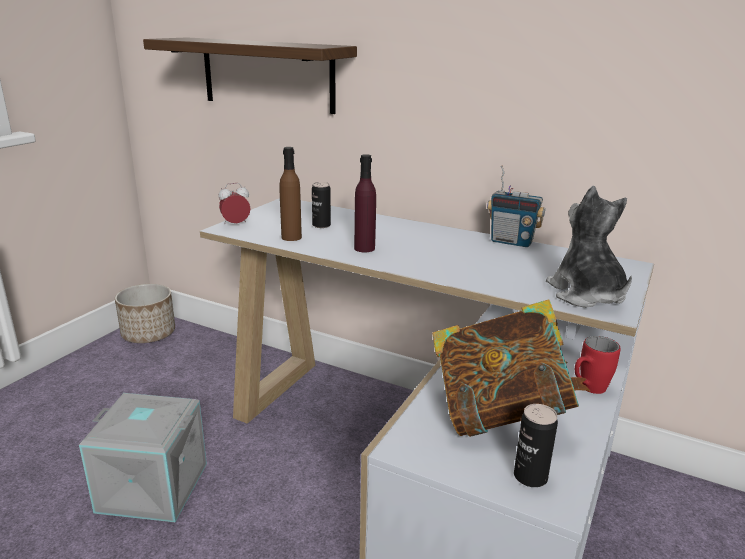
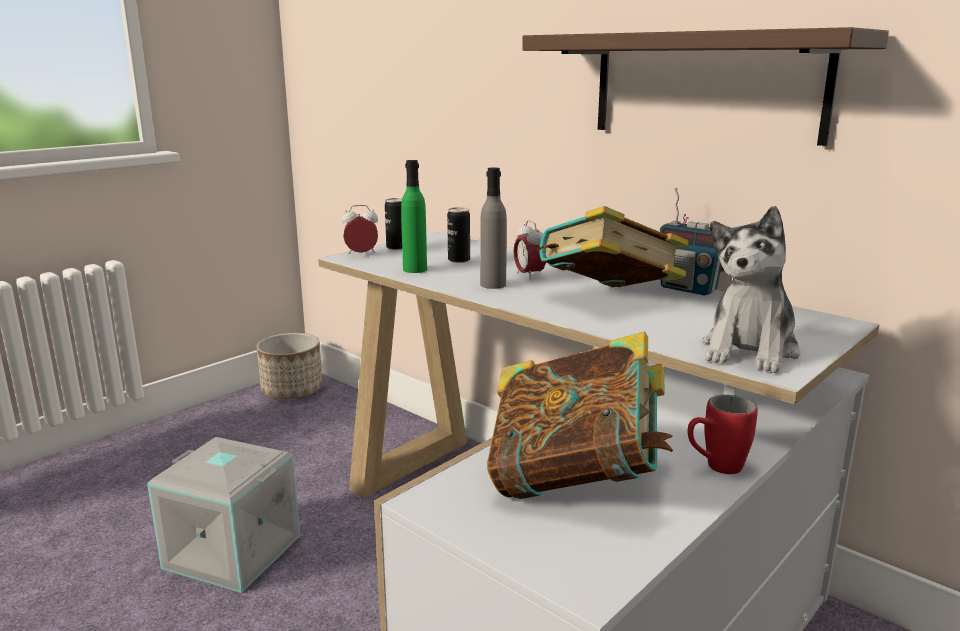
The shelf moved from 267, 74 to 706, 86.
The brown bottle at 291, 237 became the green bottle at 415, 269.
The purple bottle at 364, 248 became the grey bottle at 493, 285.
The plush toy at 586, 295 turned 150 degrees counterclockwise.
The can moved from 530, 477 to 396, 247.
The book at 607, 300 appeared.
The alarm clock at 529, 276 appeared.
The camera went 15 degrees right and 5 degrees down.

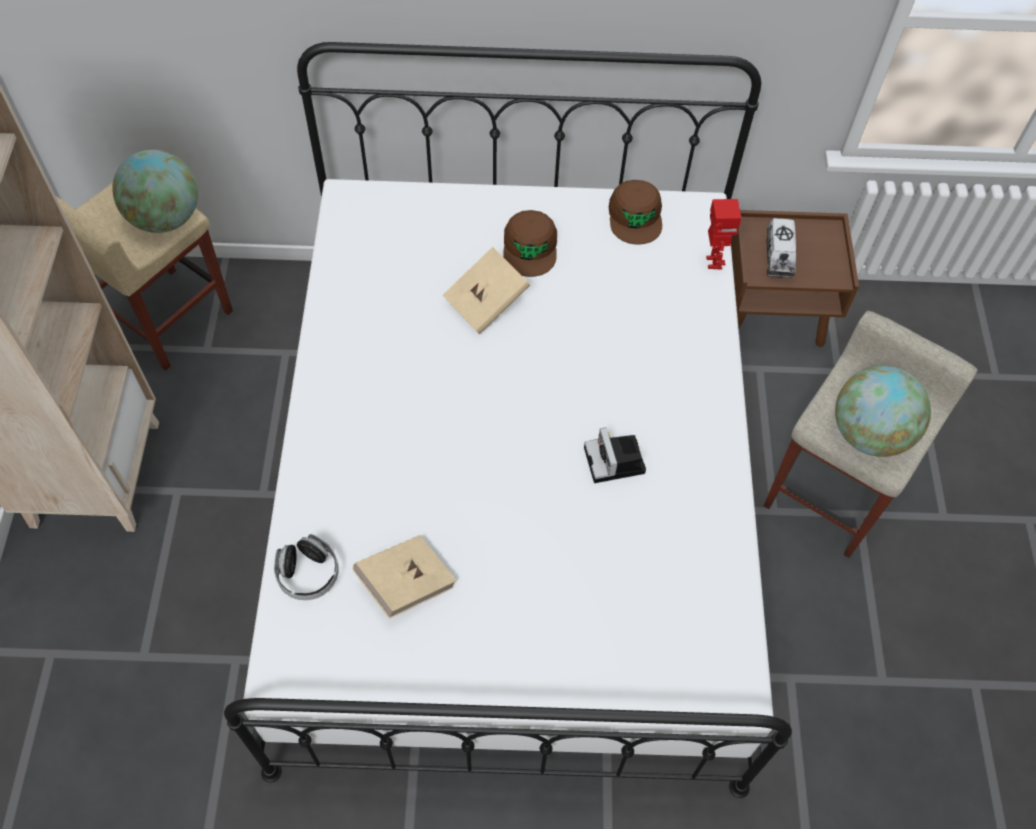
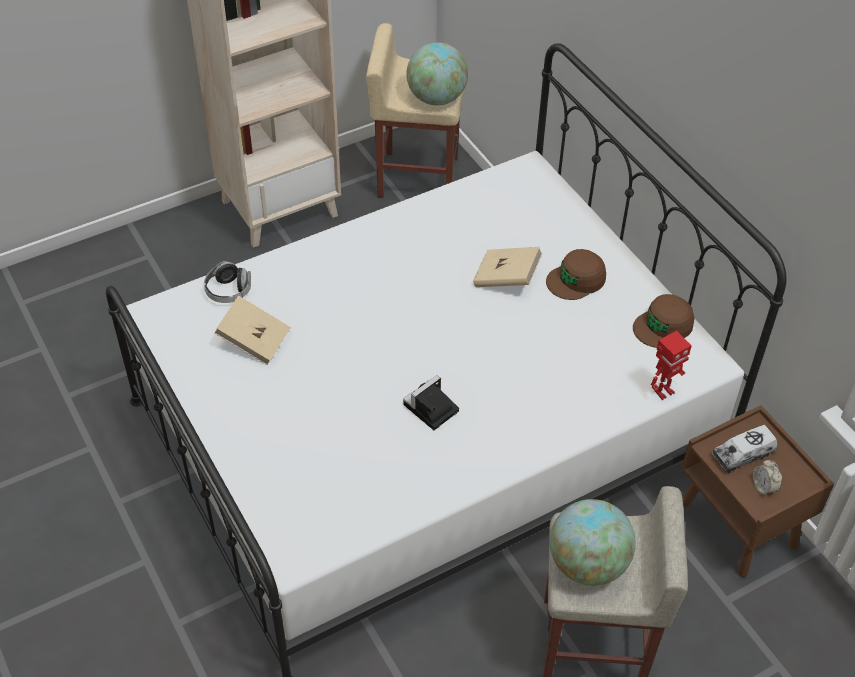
The alarm clock at 764, 487 appeared.
The camera went 60 degrees right and 10 degrees down.

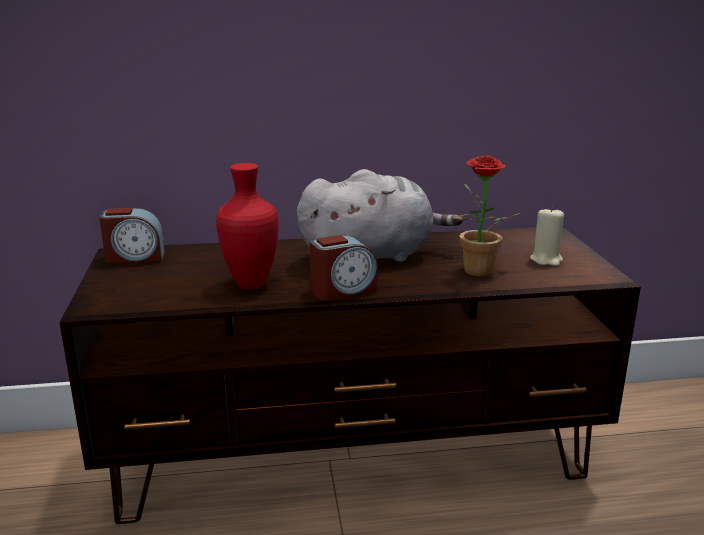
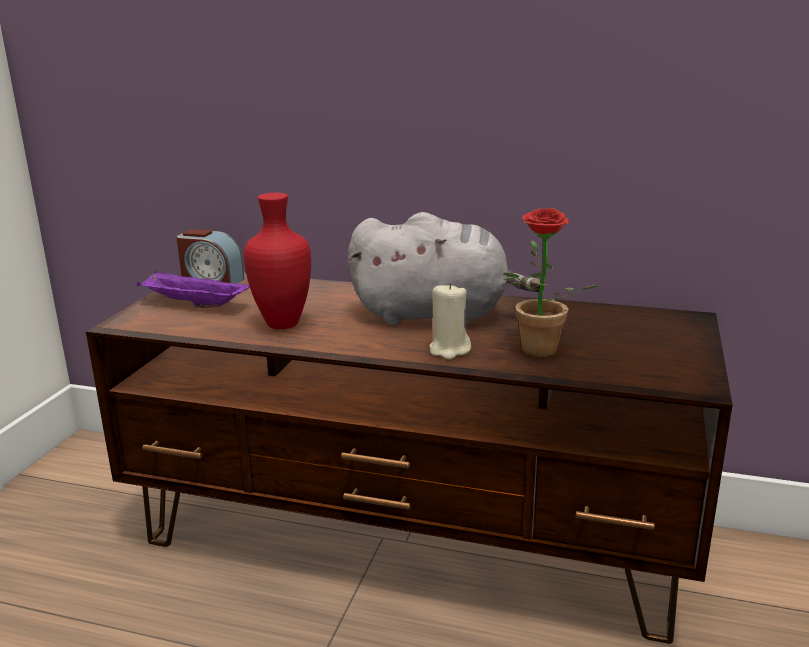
The beige candle moved from 546, 260 to 449, 350.
The alarm clock at 343, 290 disappeared.
The purple tray at 193, 305 appeared.
The camera went 25 degrees right and 0 degrees up.

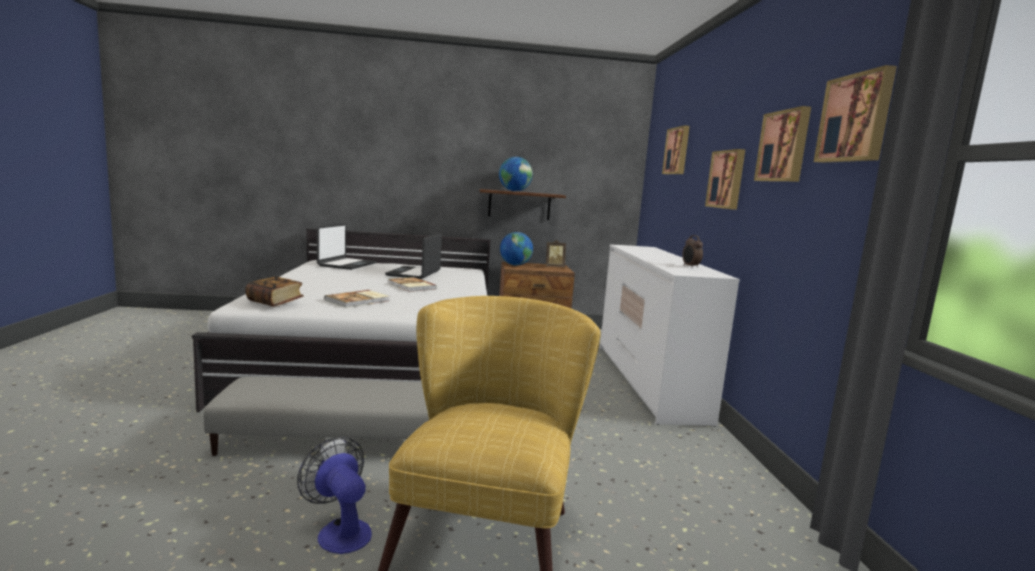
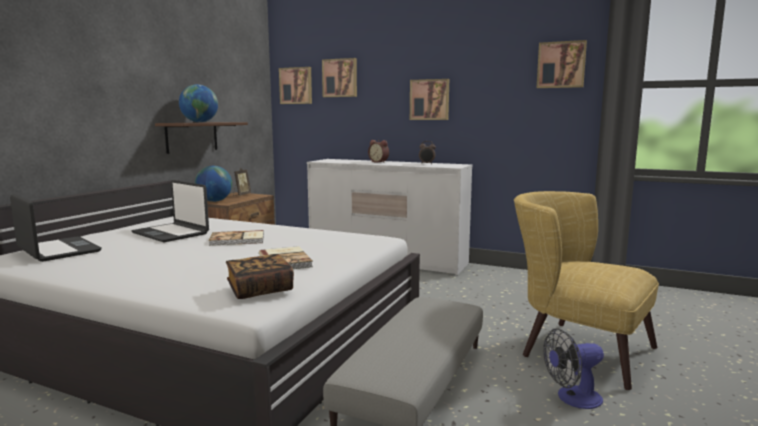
The picture moved from 784, 146 to 296, 86.
The alarm clock at 379, 162 appeared.
The camera went 60 degrees left and 0 degrees up.

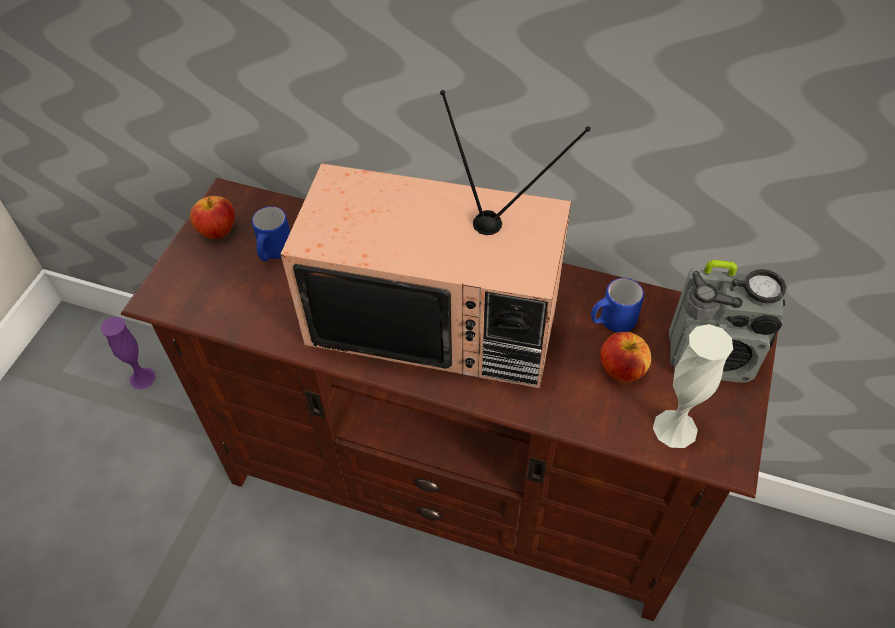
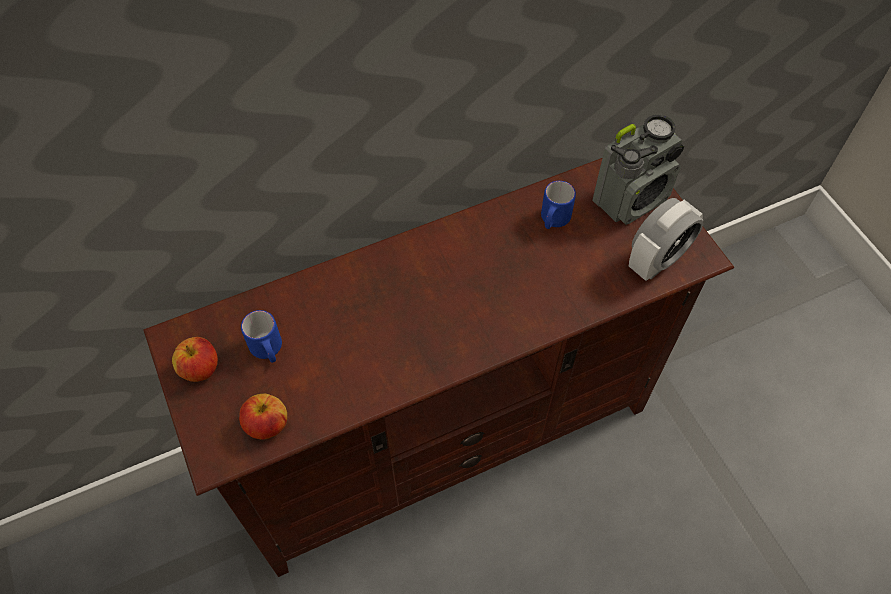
The television at 438, 317 disappeared.
The purple vase at 142, 378 disappeared.
The white vase at 675, 428 was replaced by the alarm clock at 657, 260.
The apple moved from 621, 369 to 267, 425.
The camera went 45 degrees left and 5 degrees up.

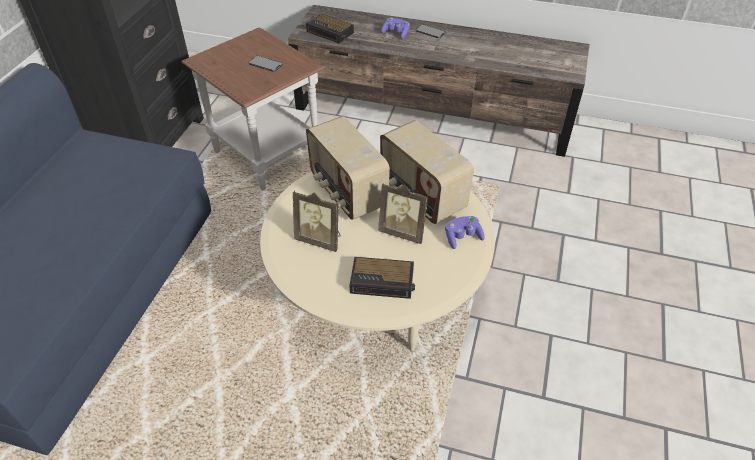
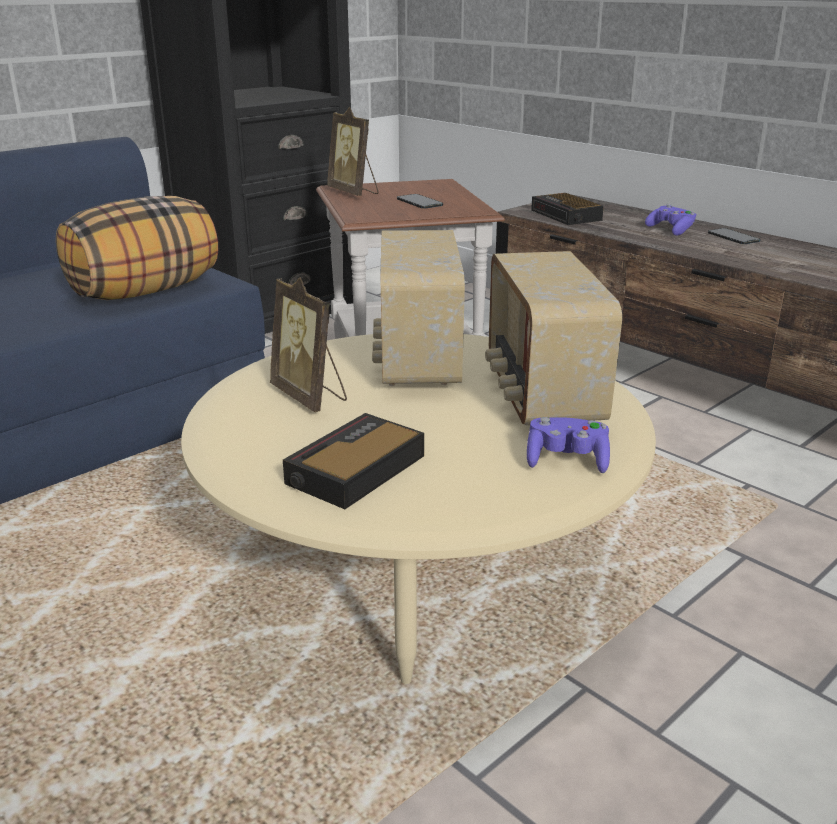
The picture frame moved from 403, 232 to 354, 192.
The alarm clock at 383, 281 turned 90 degrees clockwise.
The pillow at 145, 291 appeared.
The camera went 30 degrees right and 20 degrees down.

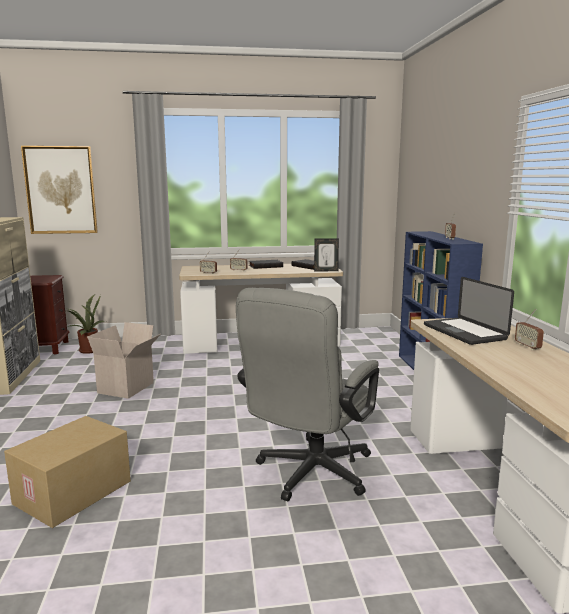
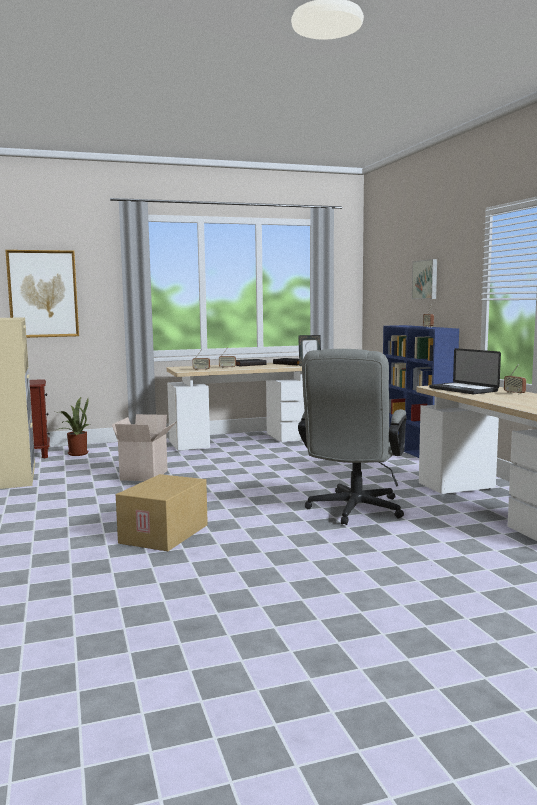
The picture at 426, 279 appeared.
The camera went 10 degrees left and 5 degrees down.

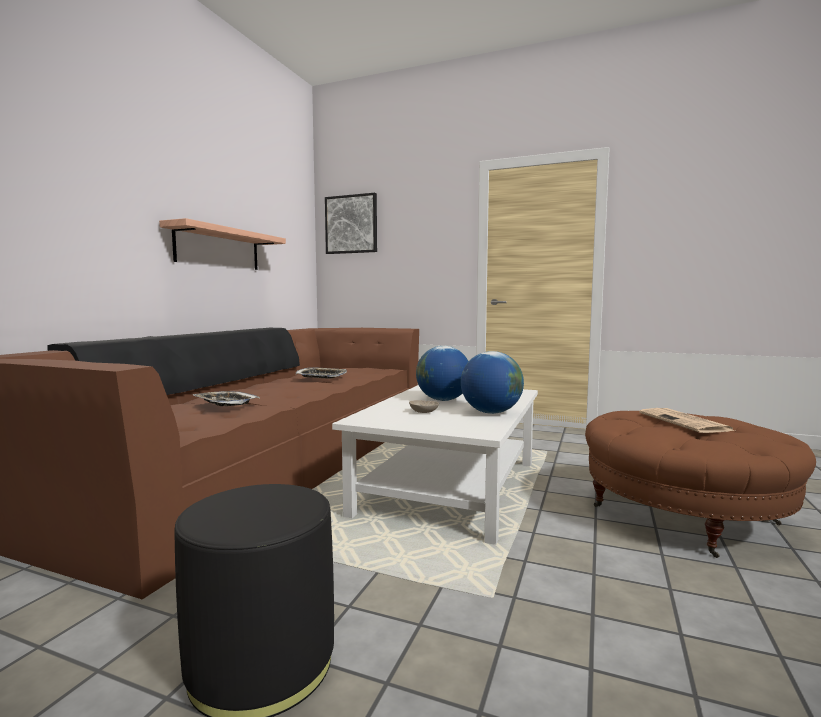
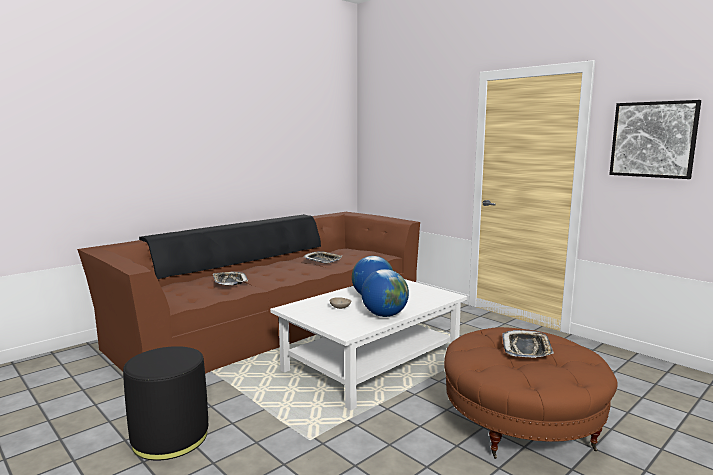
The picture moved from 351, 224 to 653, 139.
The shelf at 218, 248 disappeared.
The newspaper at 685, 422 was replaced by the tray at 527, 349.
The camera went 25 degrees right and 5 degrees up.

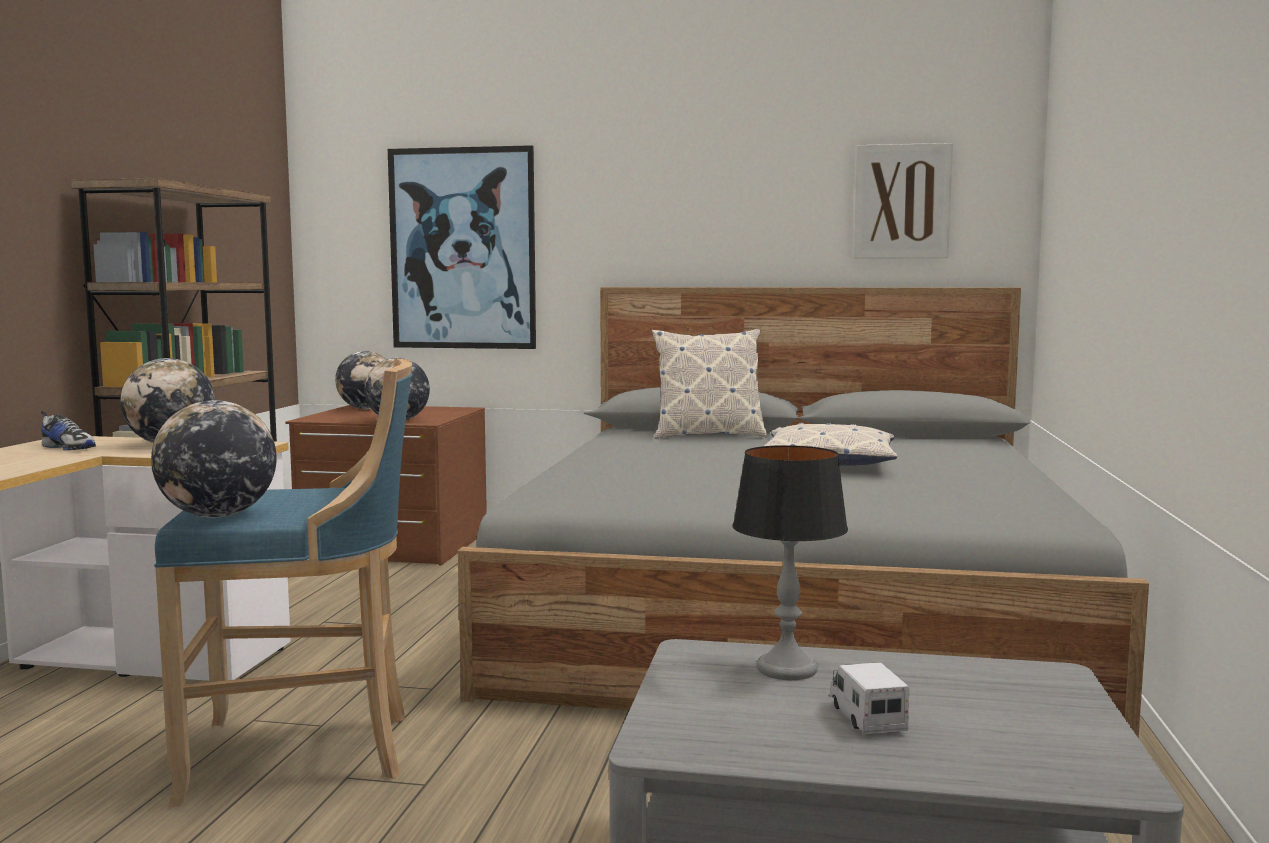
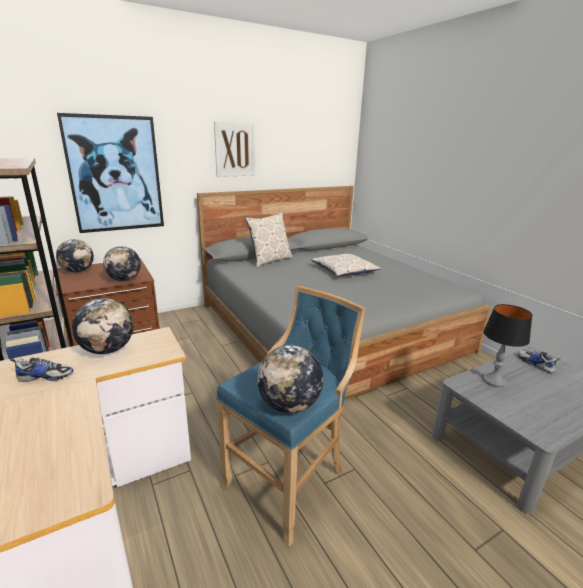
The picture moved from 902, 201 to 235, 149.
The toy truck at 867, 717 disappeared.
The shoe at 535, 364 appeared.
The camera went 40 degrees left and 15 degrees up.

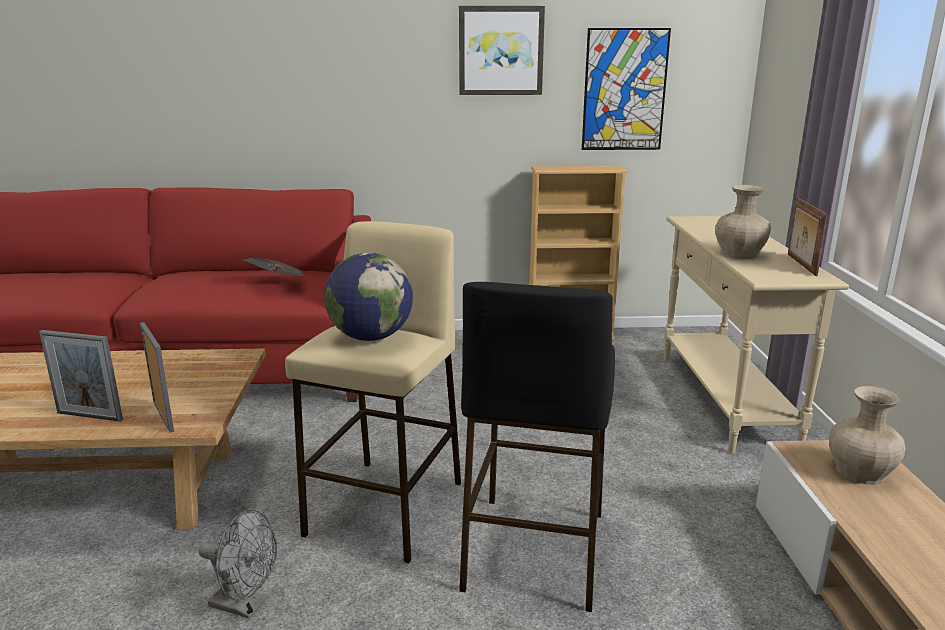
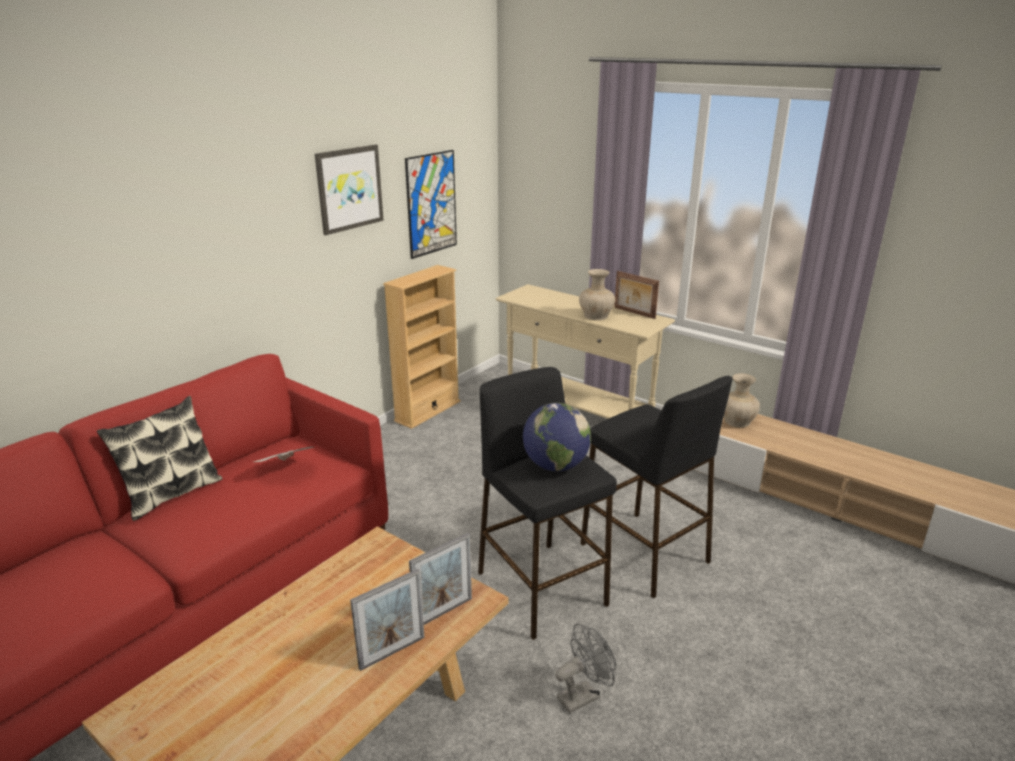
The beige stool at 386, 507 became the black stool at 541, 587.
The picture frame at 163, 416 turned 135 degrees clockwise.
The pillow at 172, 494 appeared.
The camera went 50 degrees left and 5 degrees up.

